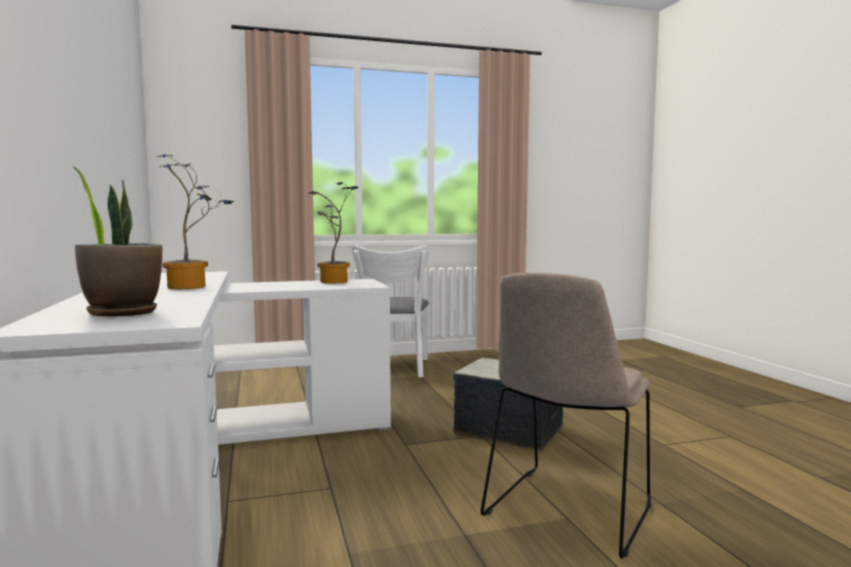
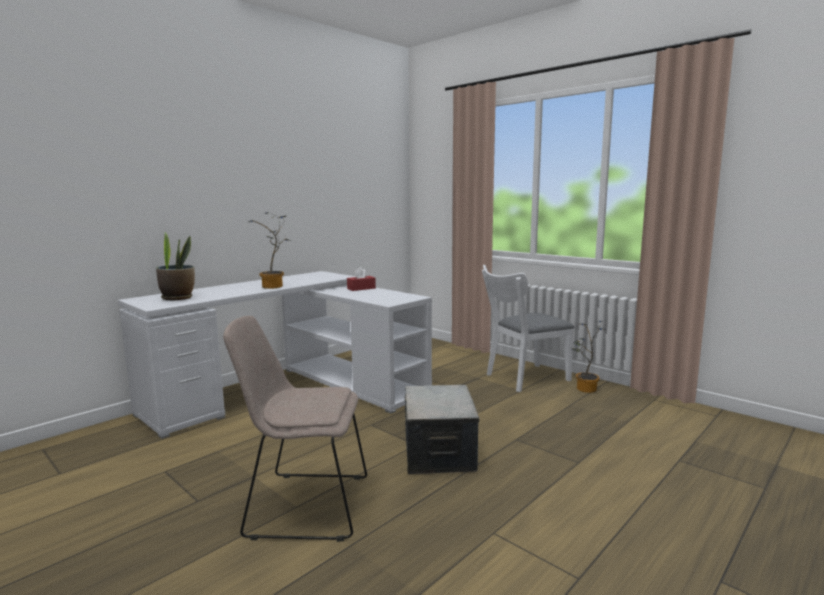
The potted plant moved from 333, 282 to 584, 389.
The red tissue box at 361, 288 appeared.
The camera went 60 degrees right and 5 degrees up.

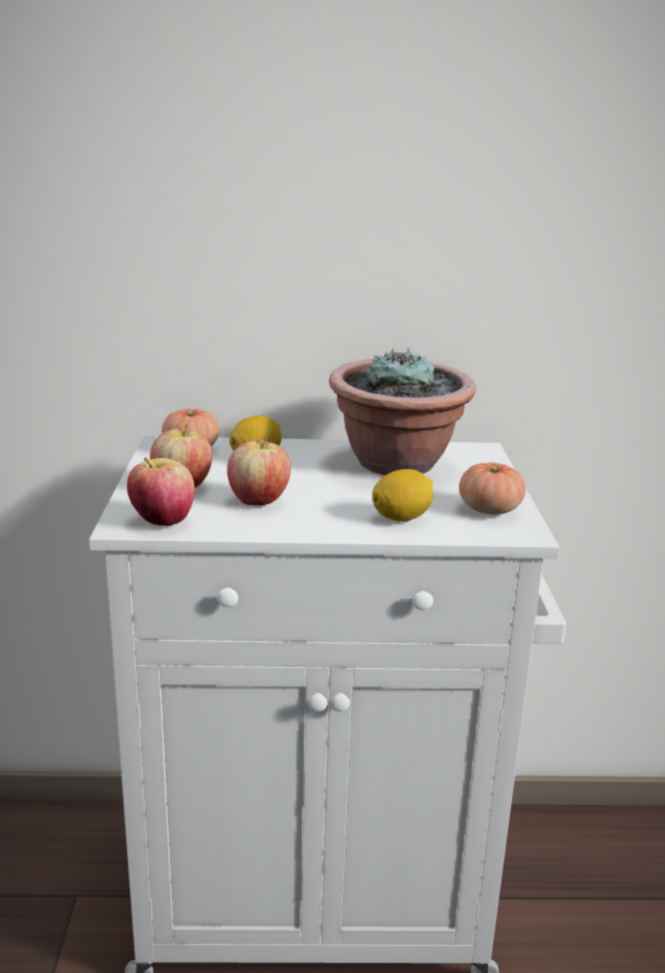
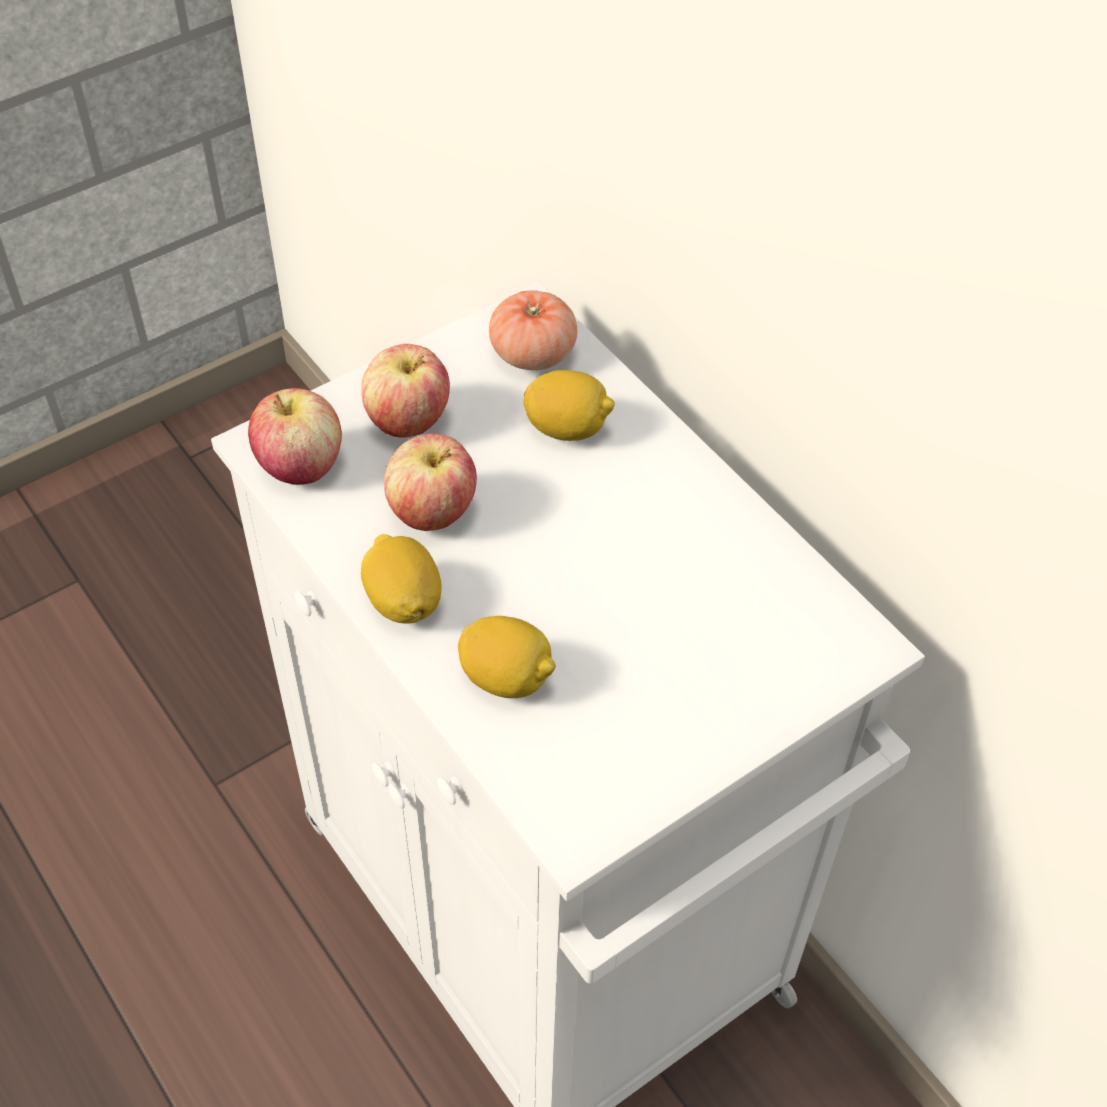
The potted plant at 397, 464 disappeared.
The tomato at 489, 509 disappeared.
The lemon at 403, 601 appeared.
The camera went 55 degrees right and 30 degrees up.

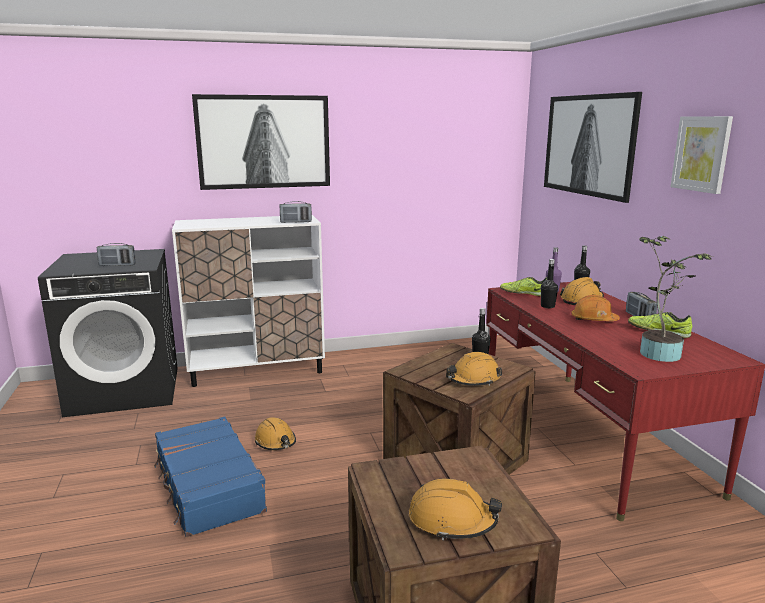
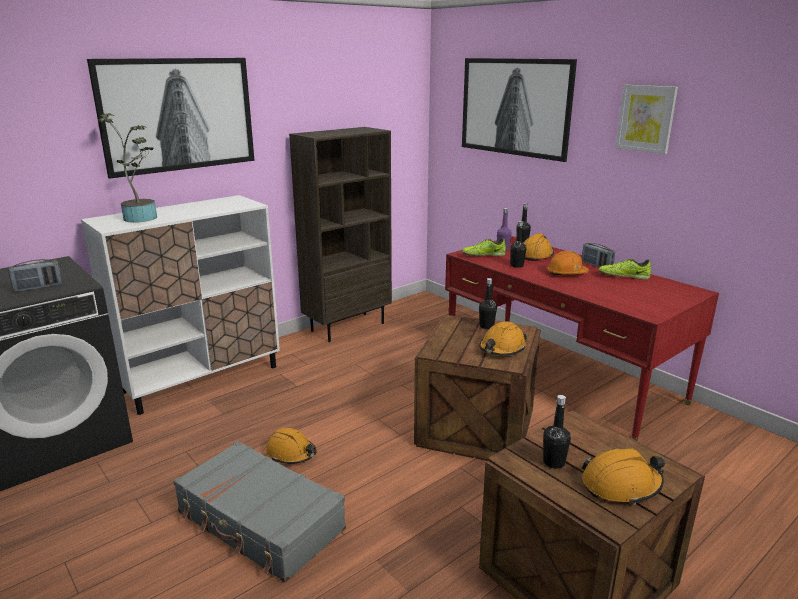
The radio at 296, 222 disappeared.
The potted plant moved from 660, 352 to 142, 217.
The blue suitcase at 208, 487 became the grey suitcase at 260, 522.
The brown bookcase at 347, 326 appeared.
The black bottle at 554, 462 appeared.
The camera went 25 degrees left and 5 degrees up.

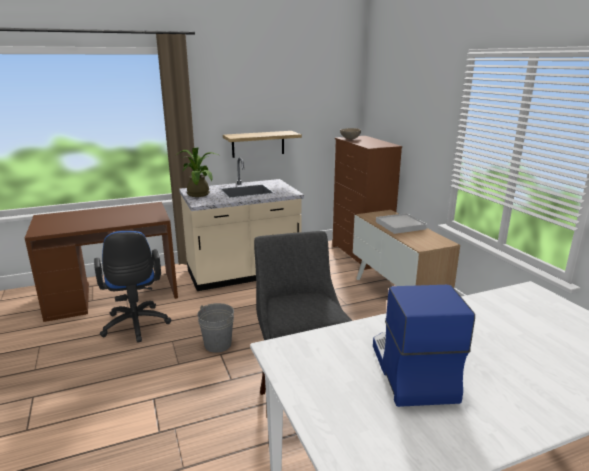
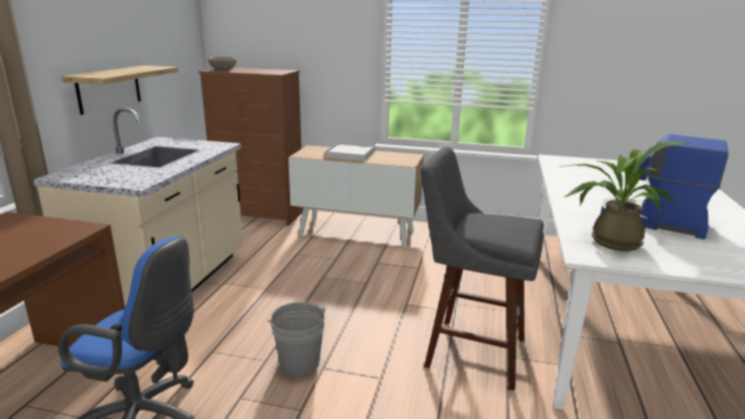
The potted plant moved from 199, 193 to 609, 241.
The camera went 55 degrees left and 0 degrees up.

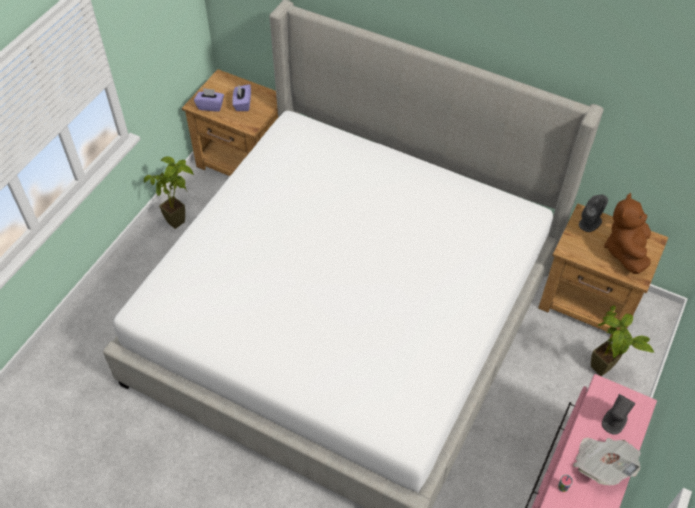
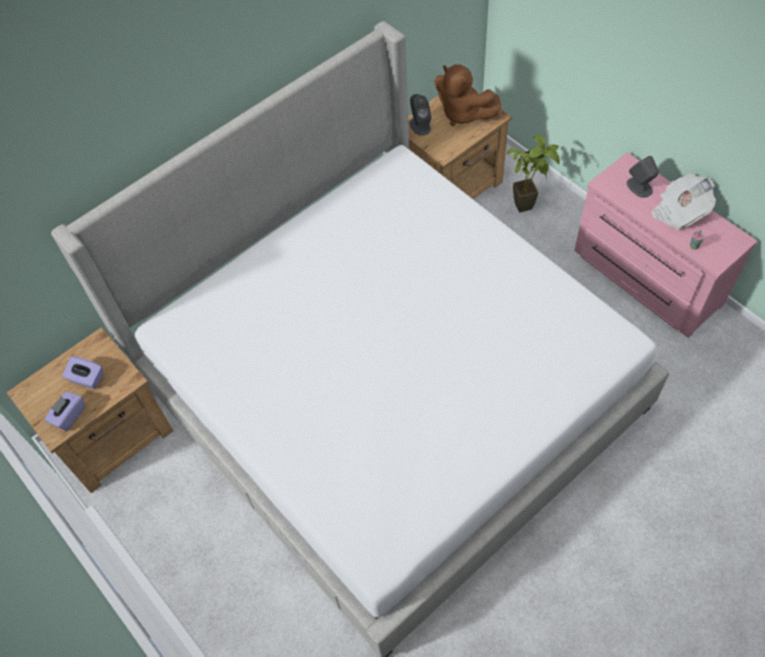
The potted plant at 182, 219 disappeared.
The camera went 65 degrees left and 5 degrees up.

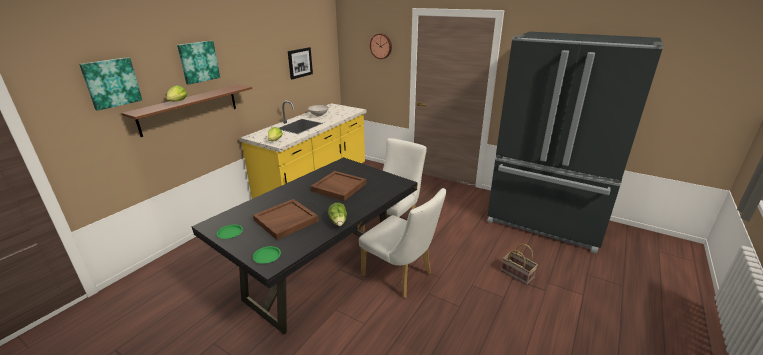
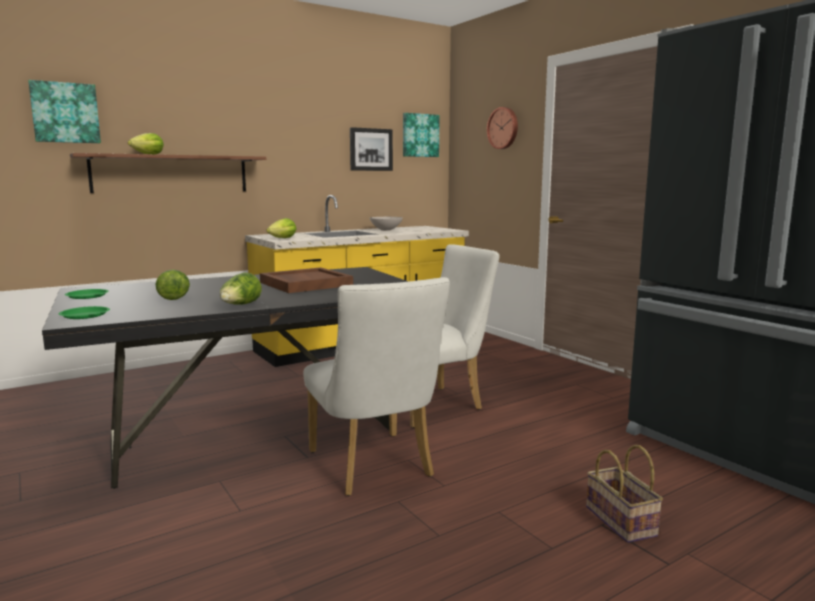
The picture moved from 198, 62 to 420, 135.
The brown tray at 286, 221 was replaced by the lettuce at 173, 297.
The camera went 25 degrees right and 15 degrees down.

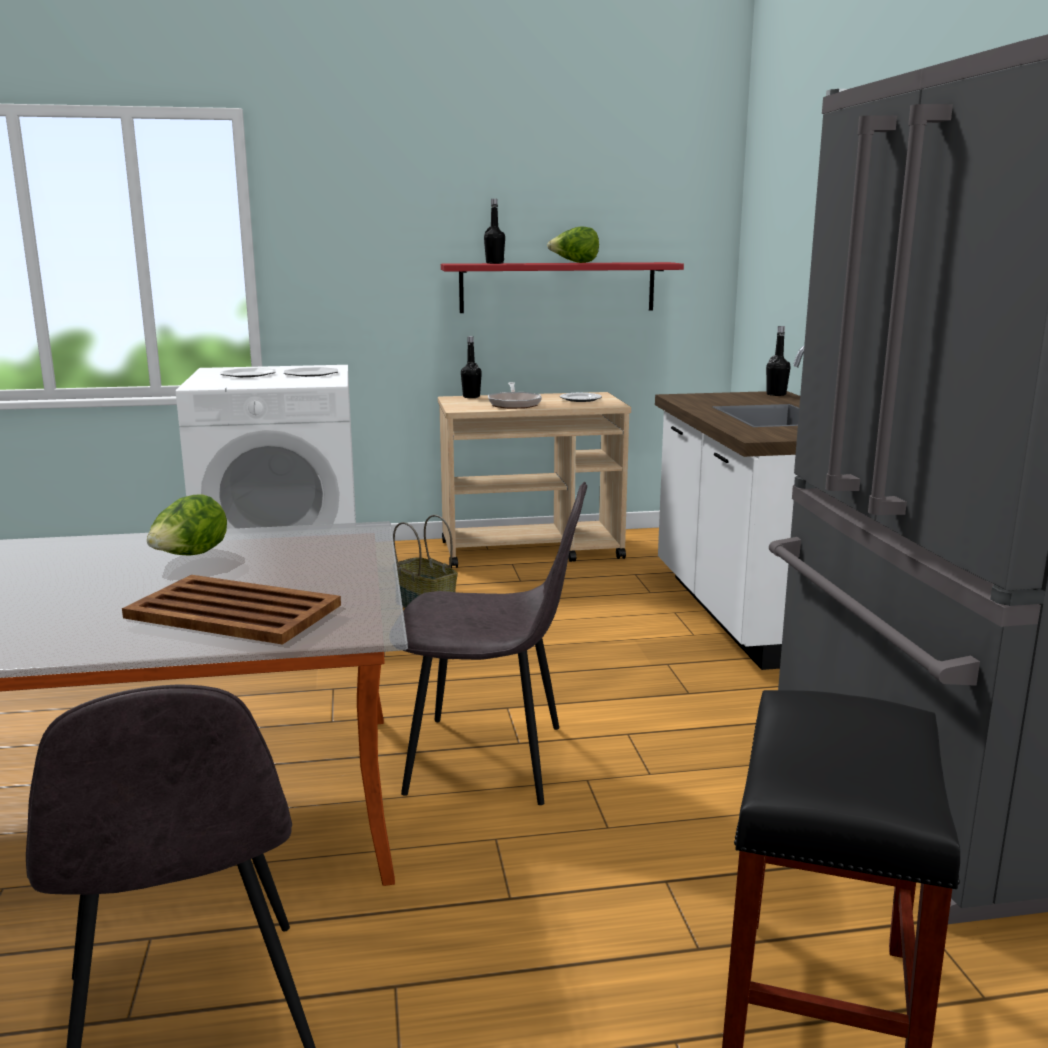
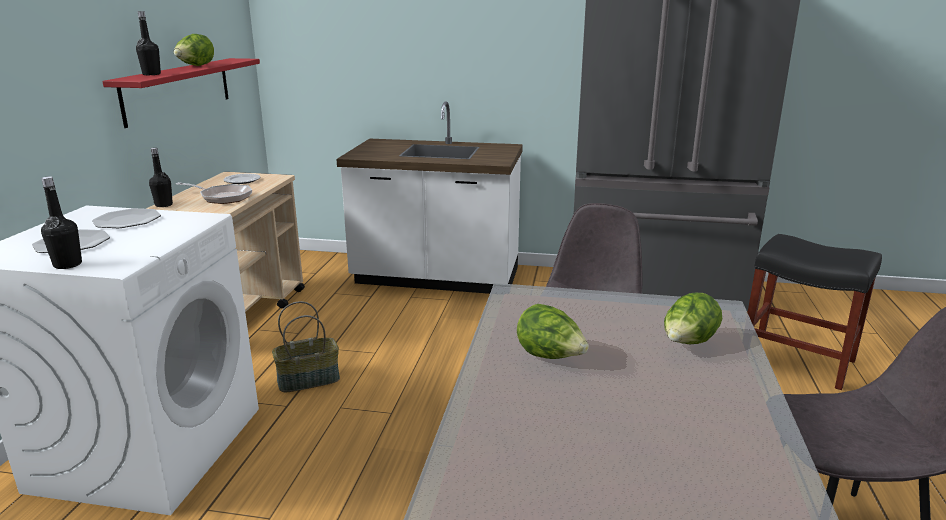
The black bottle moved from 776, 394 to 67, 264.
The brown tray at 235, 612 was replaced by the lettuce at 688, 344.
The camera went 70 degrees left and 5 degrees up.

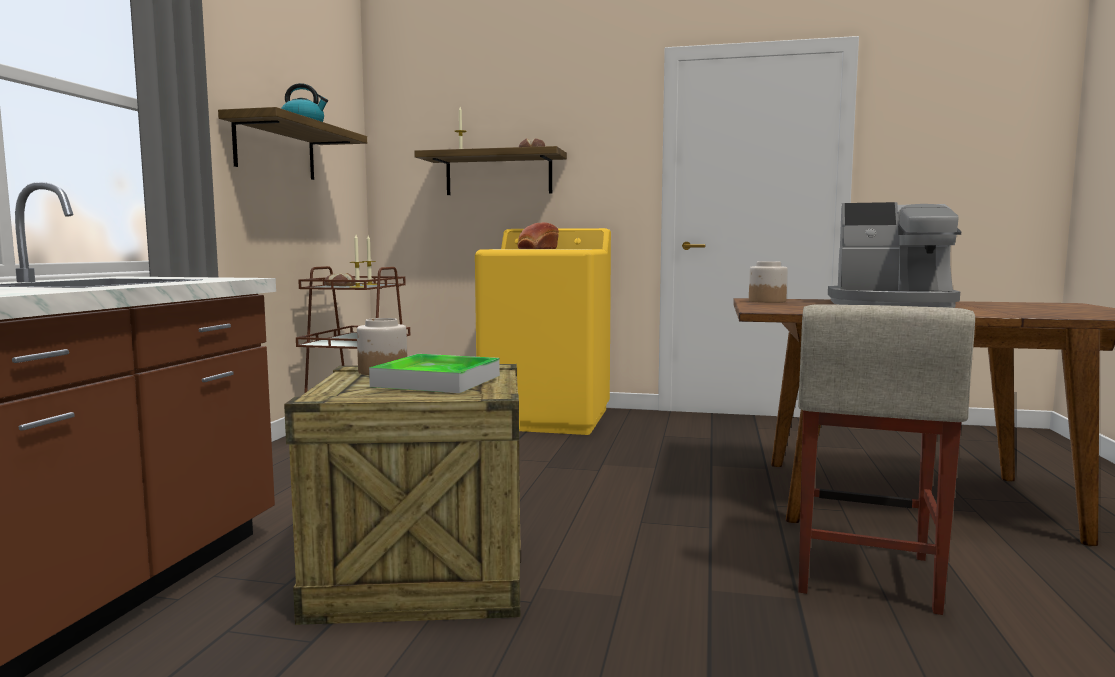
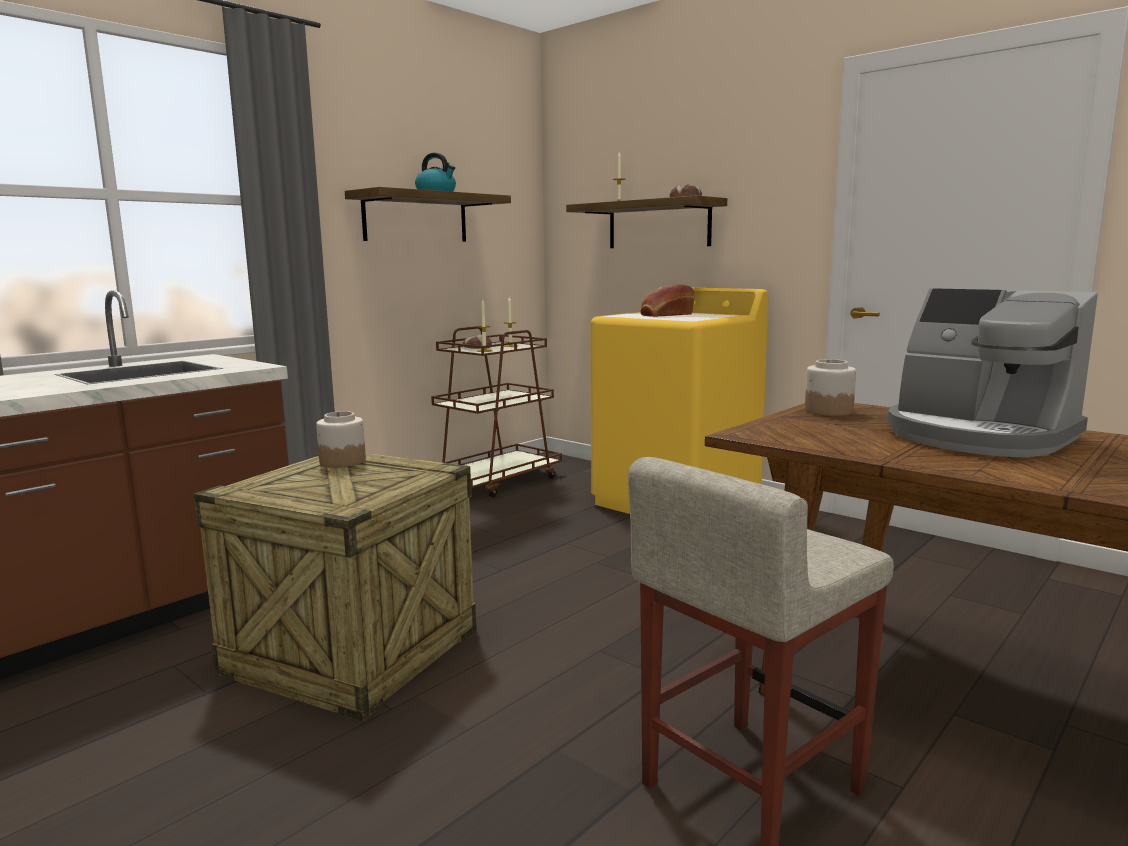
The tray at 437, 381 disappeared.
The camera went 30 degrees right and 5 degrees up.

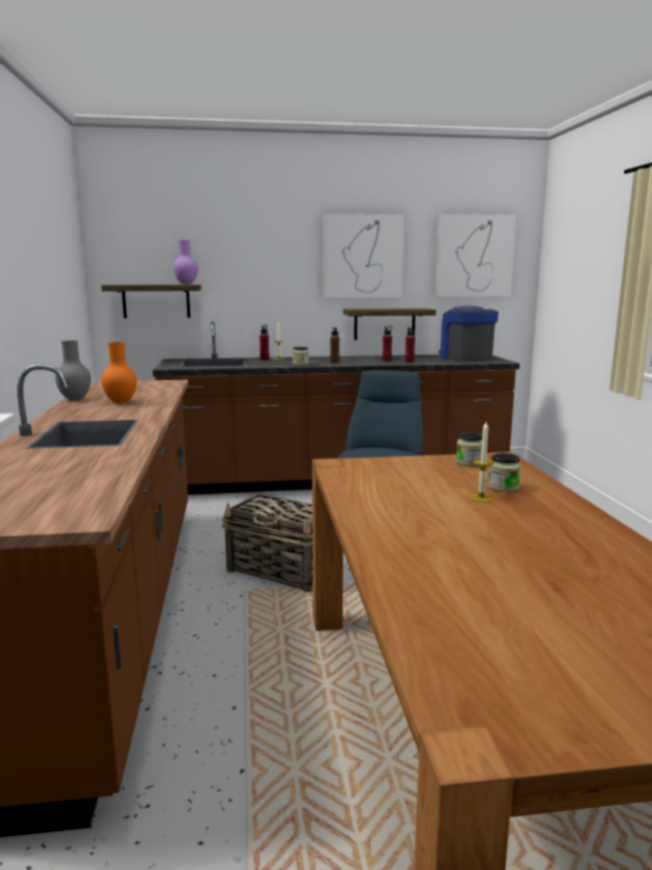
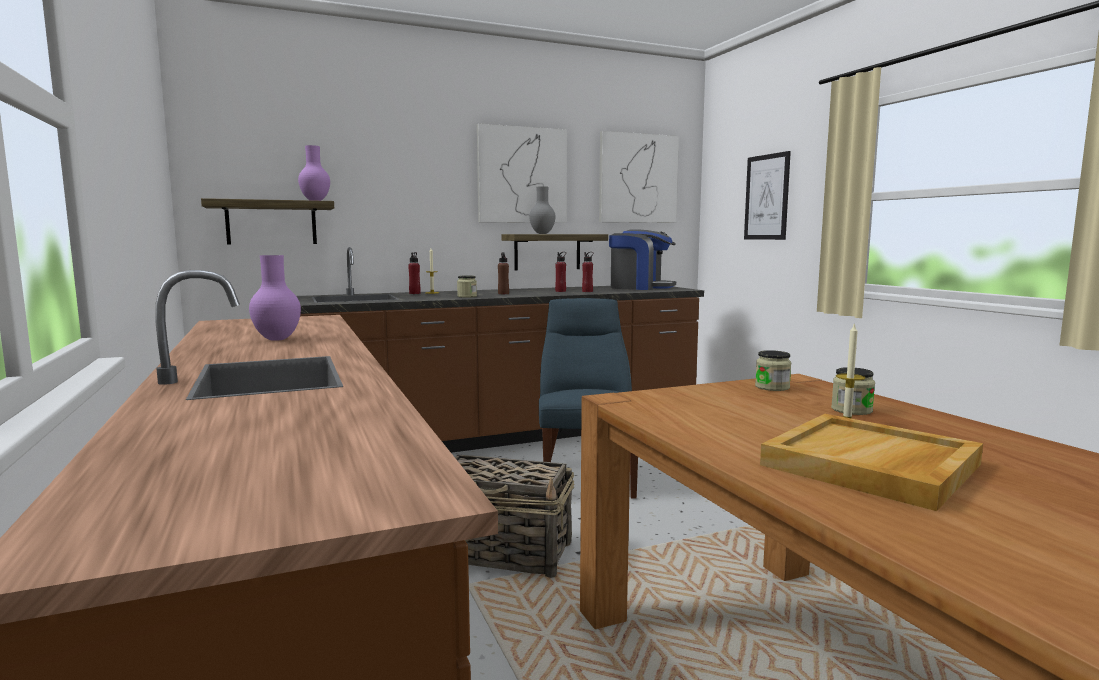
The coffee machine at 465, 358 turned 150 degrees clockwise.
The grey vase moved from 75, 399 to 543, 233.
The orange vase at 121, 402 became the purple vase at 278, 339.
The picture at 766, 197 appeared.
The beige tray at 871, 465 appeared.
The camera went 15 degrees left and 5 degrees down.

